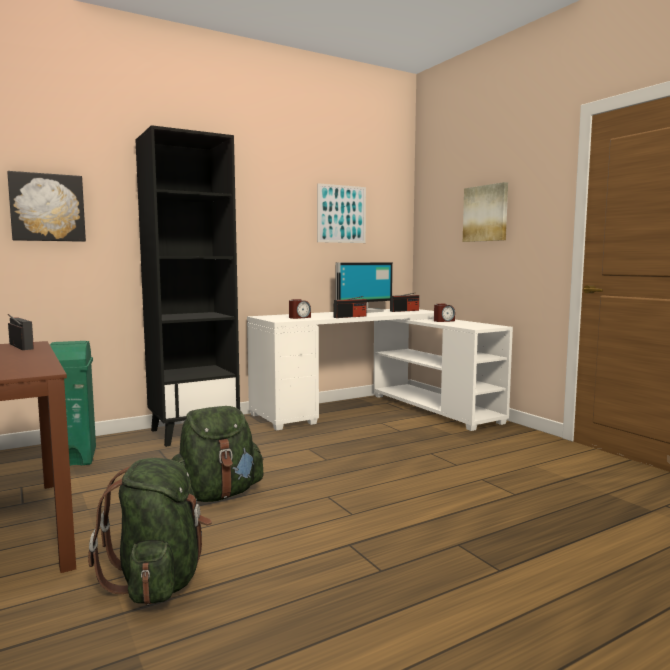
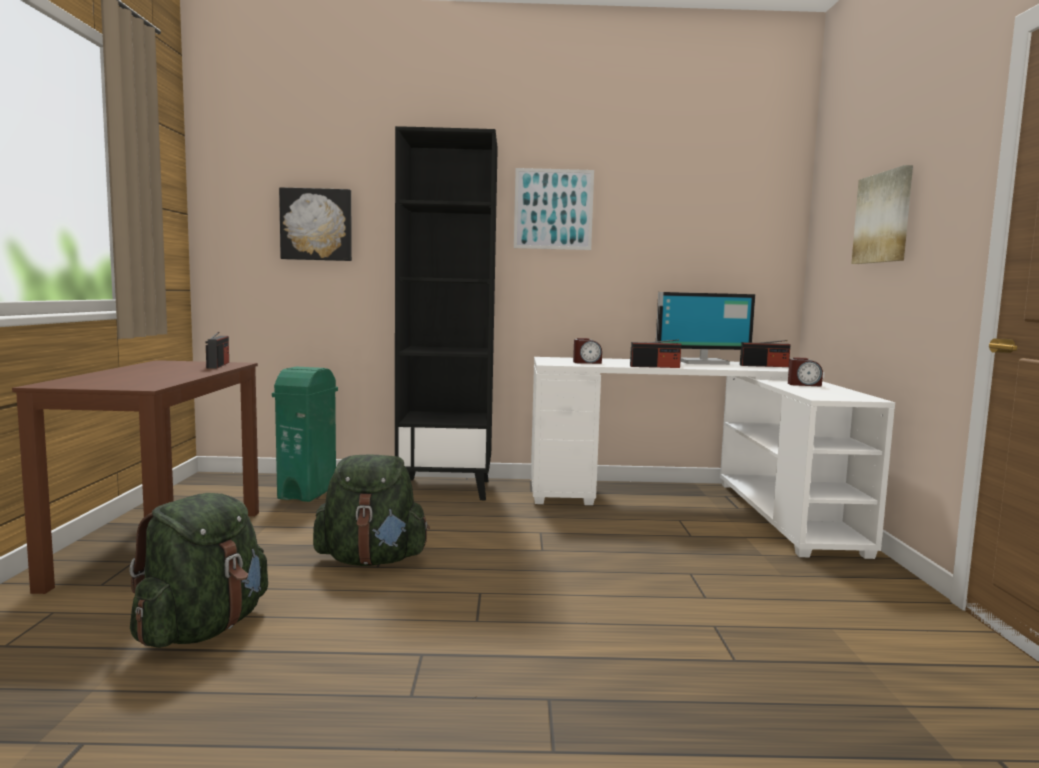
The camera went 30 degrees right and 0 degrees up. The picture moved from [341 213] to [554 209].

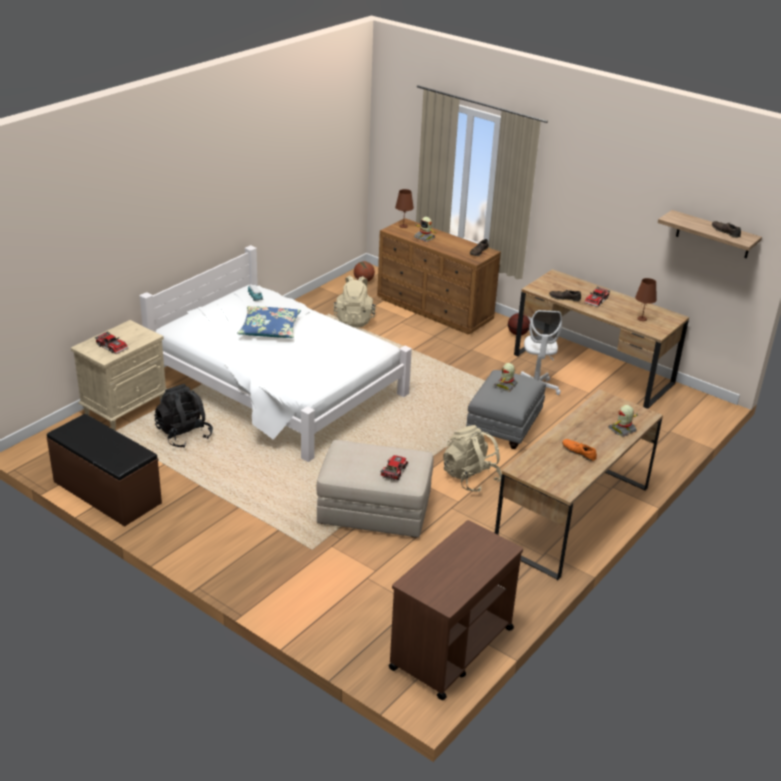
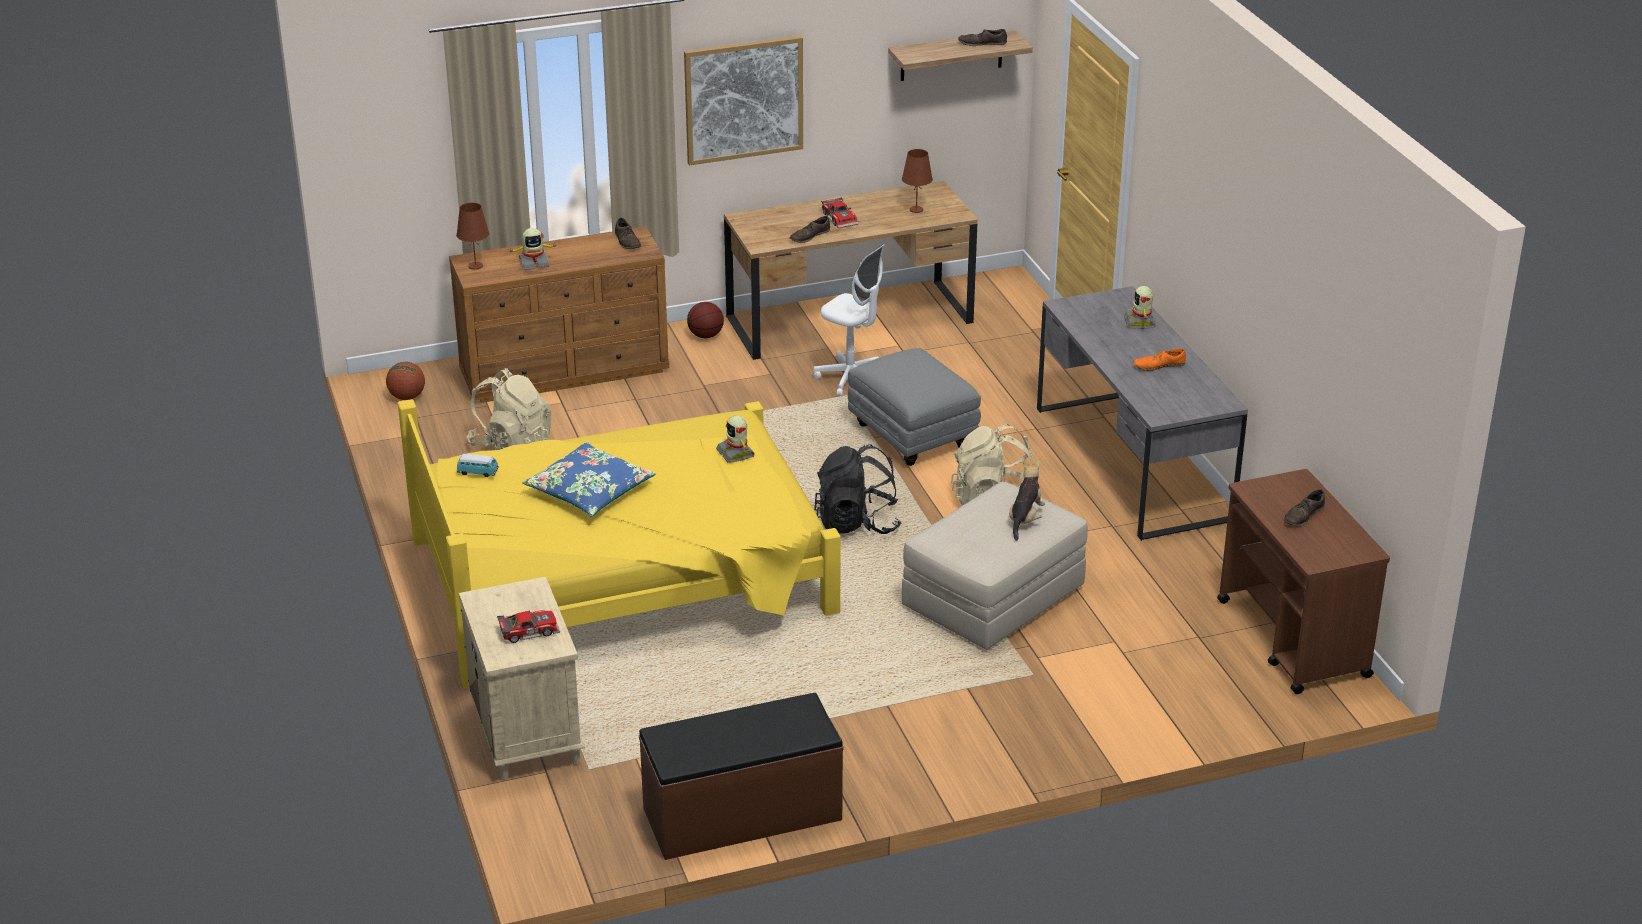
The camera went 55 degrees left and 0 degrees up. The white bed at [276 353] became the yellow bed at [619 543]. The black backpack moved from [183 415] to [857 489]. The toy car at [394 467] was replaced by the plush toy at [1027 500]. The toy robot moved from [505 377] to [735 439]. The brown desk at [579 484] became the grey desk at [1142 413]. The picture at [743 100] appeared. The brown shoe at [1304 508] appeared.

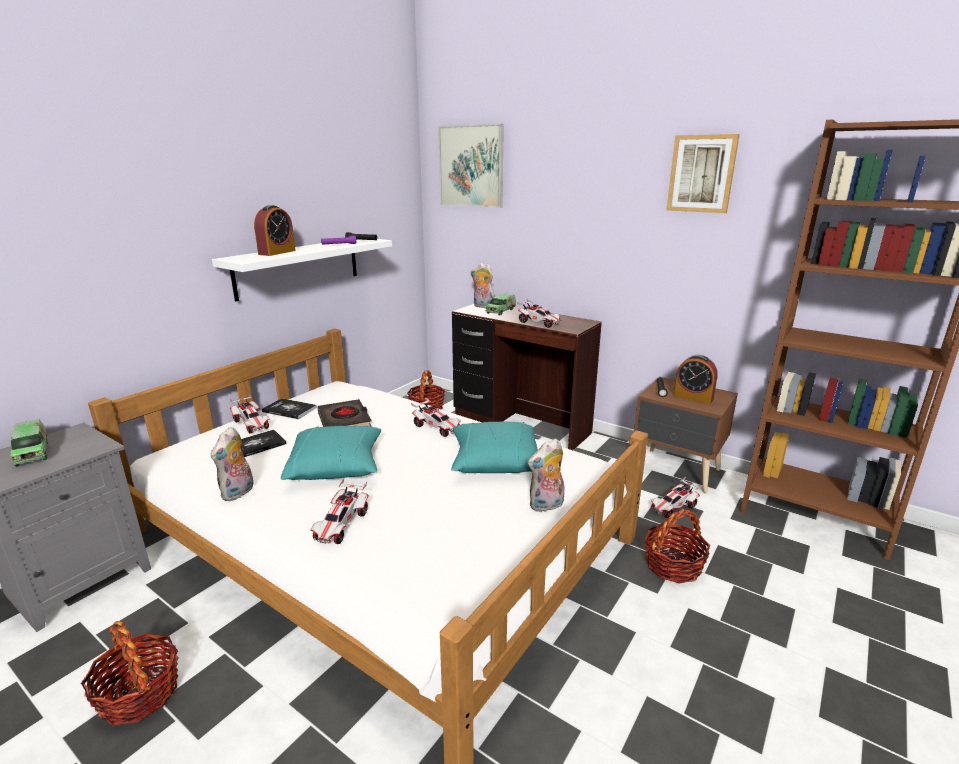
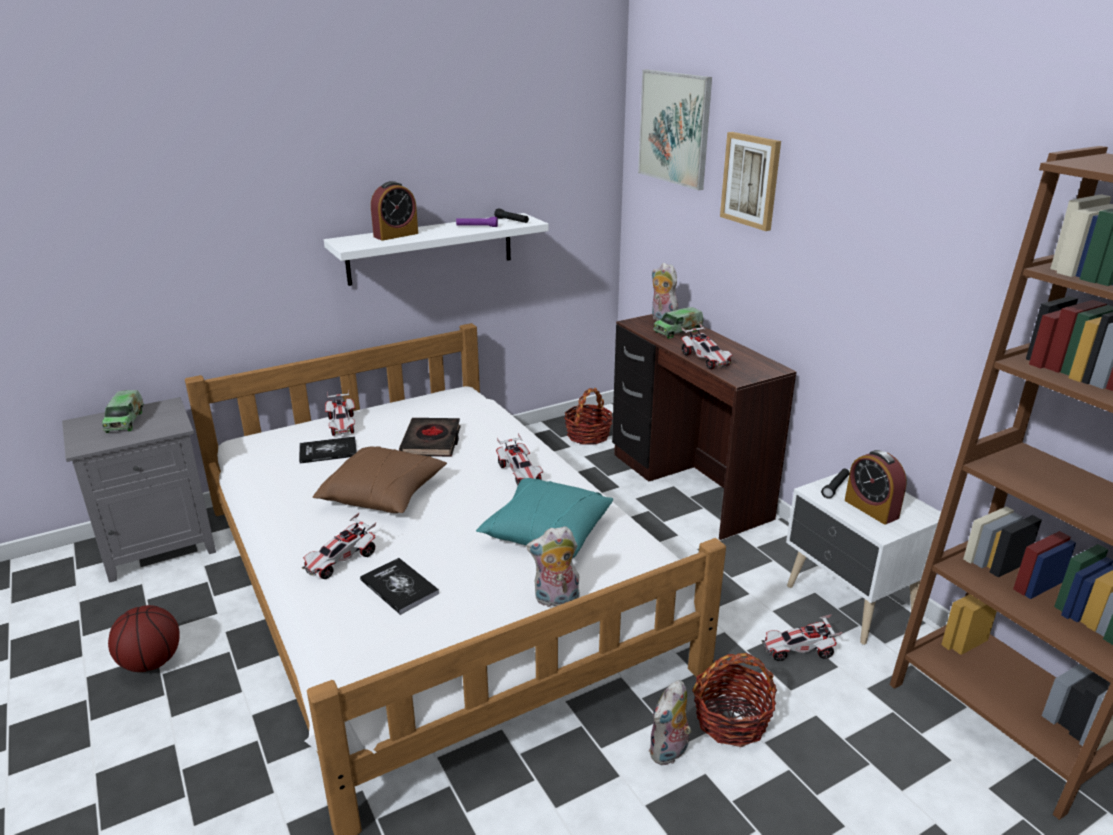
The camera went 25 degrees right and 5 degrees up. The basket at [130 673] was replaced by the basketball at [144 638]. The plush toy moved from [232 464] to [670 722]. The book moved from [289 408] to [399 586]. The turquoise pillow at [331 452] became the brown pillow at [380 479]. The brown nightstand at [686 435] became the white nightstand at [863 557]. The picture moved from [703 173] to [750 181].

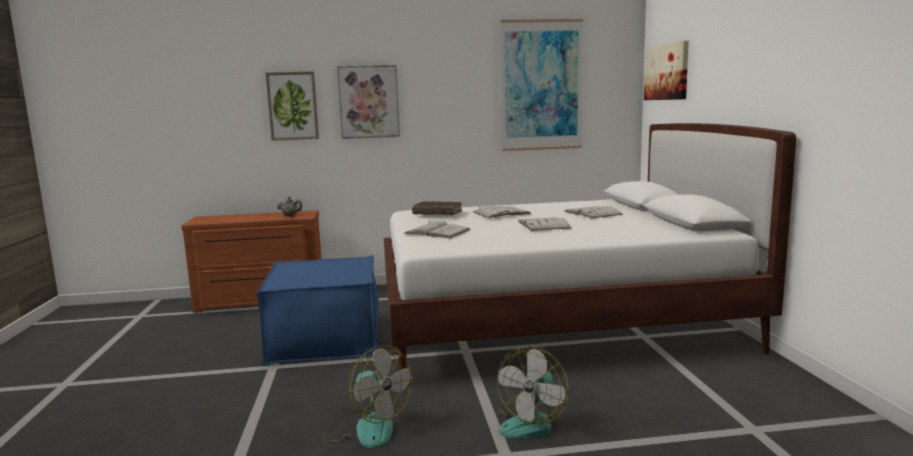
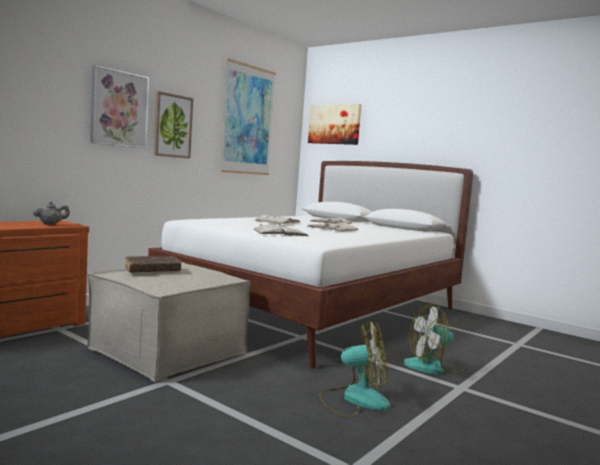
The camera went 45 degrees left and 5 degrees down. The blue ottoman at [317 310] became the beige ottoman at [168 322]. The picture moved from [292 106] to [173 125]. The brown book moved from [437 208] to [153 264]. The fan at [533 392] turned 90 degrees clockwise.

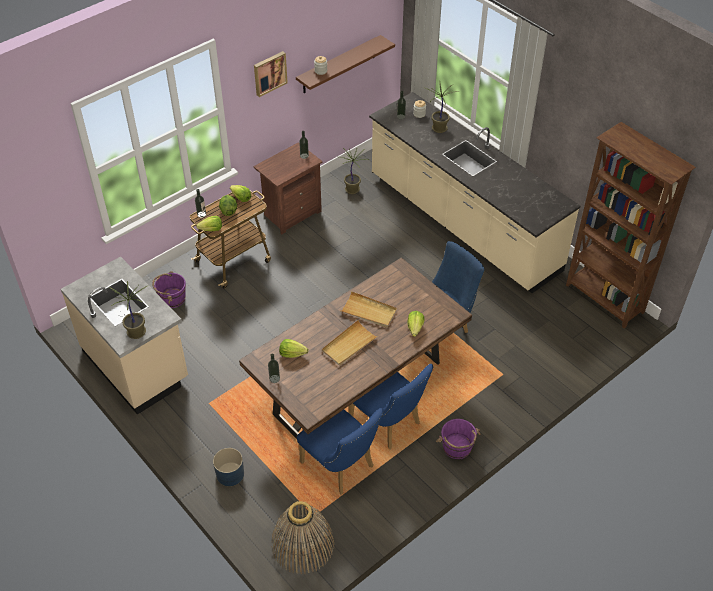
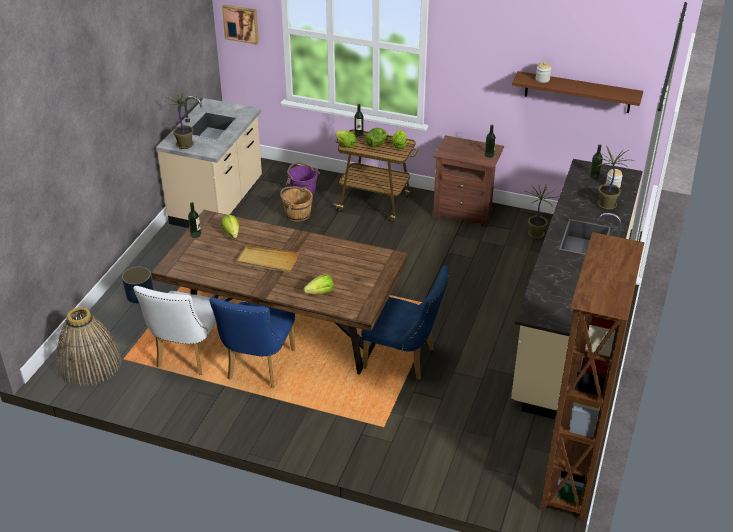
The camera went 60 degrees right and 10 degrees down. The picture moved from [271 74] to [240 25]. The blue chair at [340 451] became the white chair at [174 330]. The beige tray at [369 309] disappeared. The purple bucket at [458 439] disappeared. The brown bucket at [296 204] appeared.

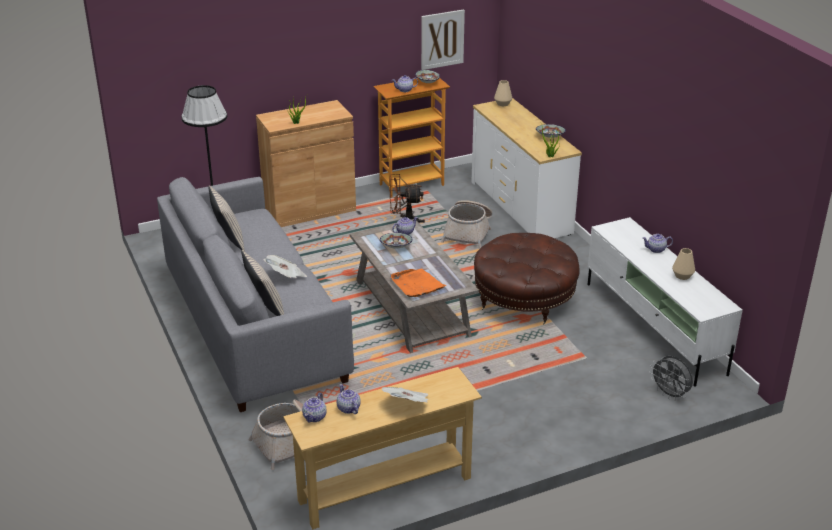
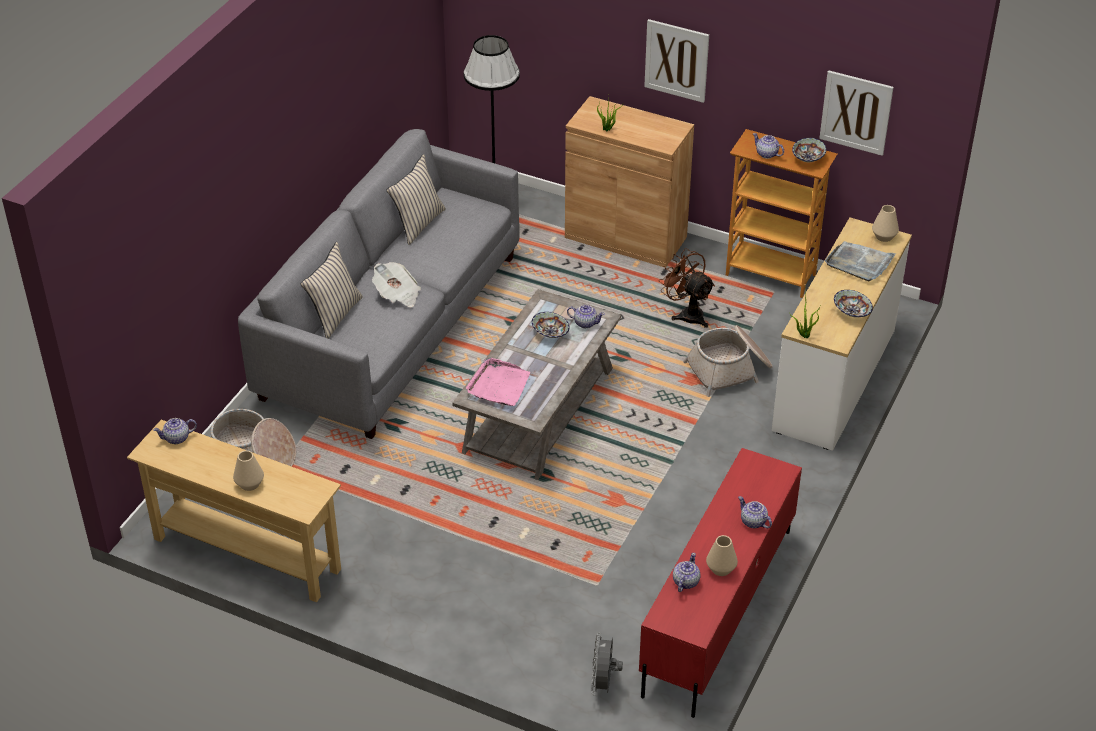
The camera went 50 degrees right and 10 degrees up. The teapot moved from [349 399] to [686 572]. The newspaper at [405 395] was replaced by the beige vase at [248 471]. The orange tray at [418 282] became the pink tray at [498 382]. The brown ottoman at [527 278] disappeared. The white tv stand at [665 302] became the red tv stand at [720 583]. The picture at [676 61] appeared. The grey tray at [860 261] appeared.

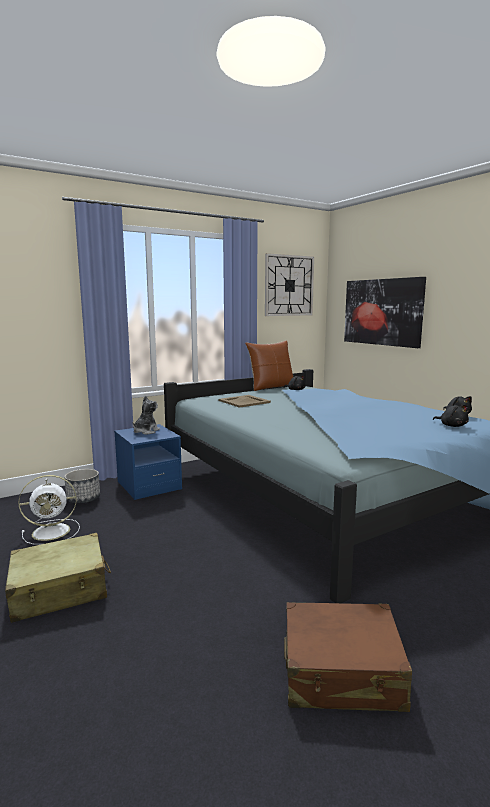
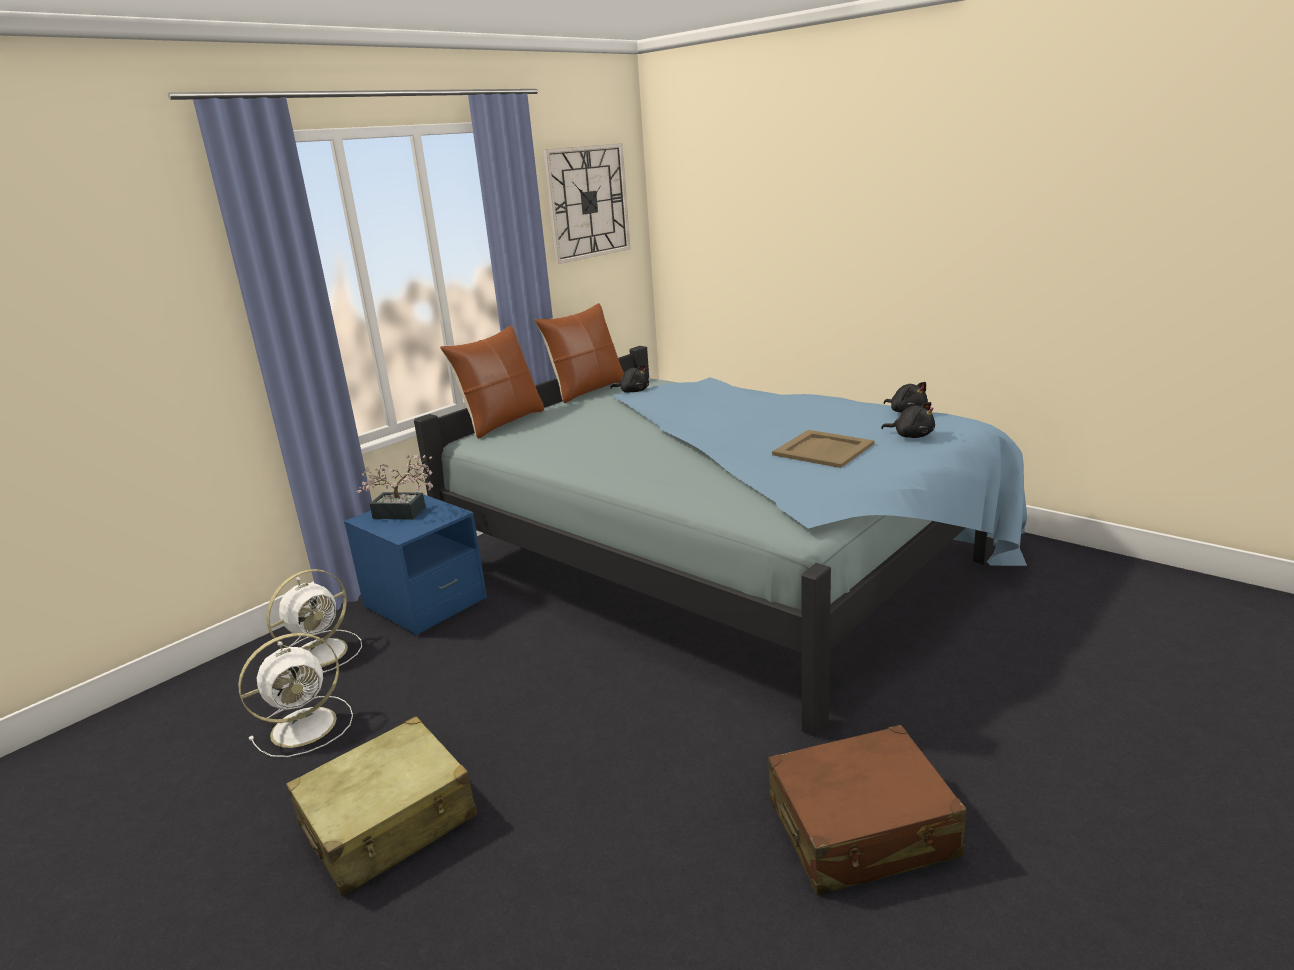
The camera went 15 degrees left and 10 degrees up. The planter at [82 486] was replaced by the white fan at [314 621]. The plush toy at [146 415] was replaced by the potted plant at [395 487]. The beige tray moved from [244 401] to [823 449]. The picture at [385 312] disappeared. The brown pillow at [492 382] appeared.

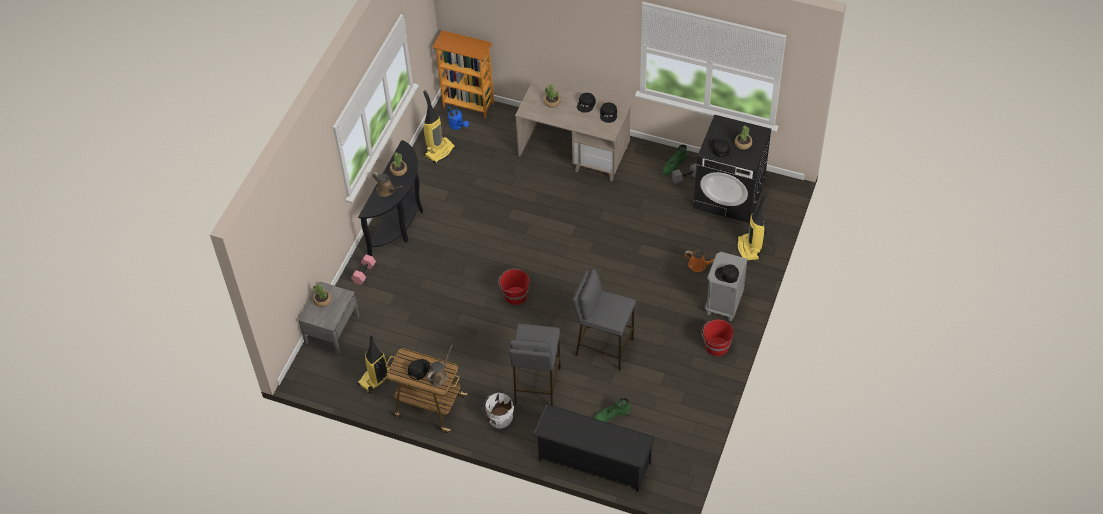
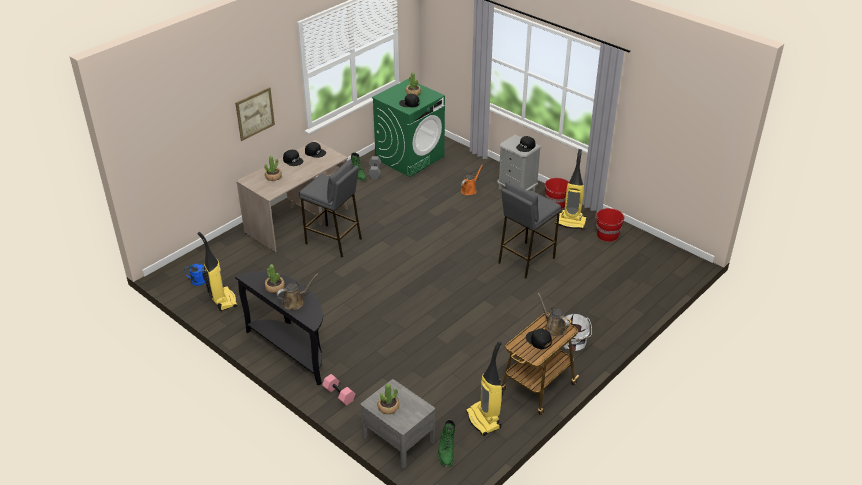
The camera went 70 degrees left and 15 degrees down. The bookcase at [463 74] disappeared. The red bucket moved from [513 286] to [609 225]. The grey stool moved from [535 365] to [330 208]. The black shoe rack at [594 448] disappeared. The green boot moved from [612 410] to [446 443]. The black washing machine at [733 168] became the green washing machine at [408 128]. The vacuum cleaner moved from [753 226] to [571 189]. The picture at [255 114] appeared.

